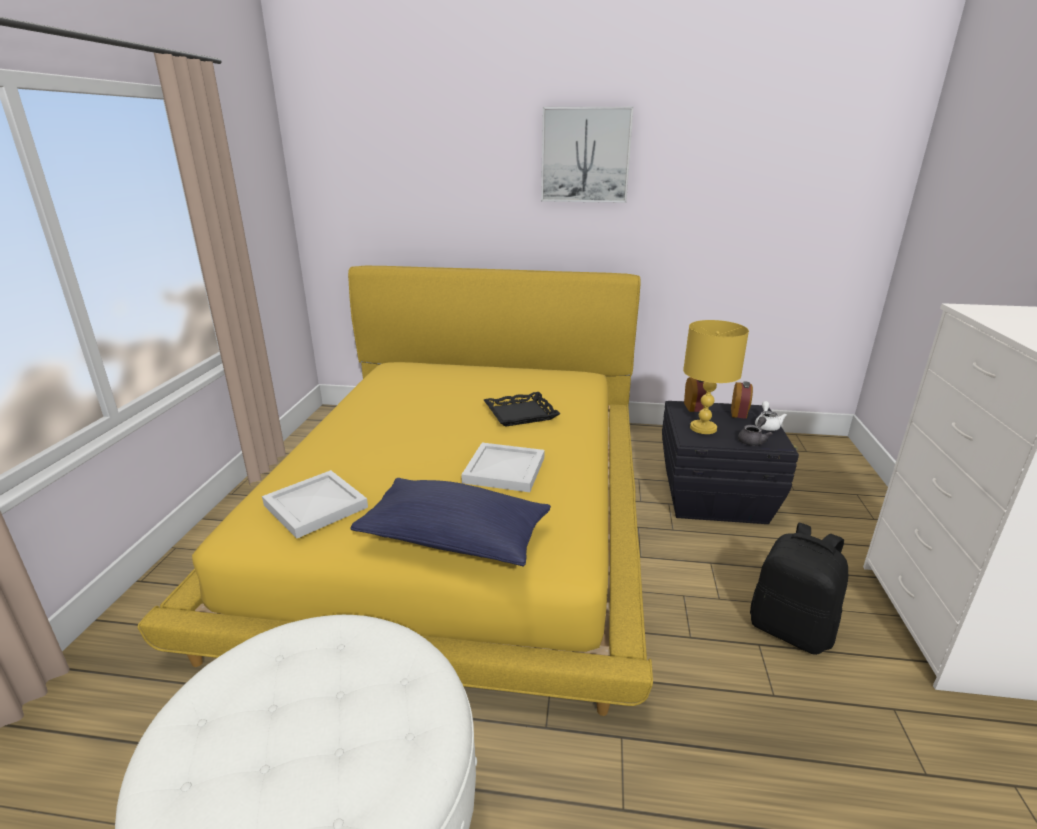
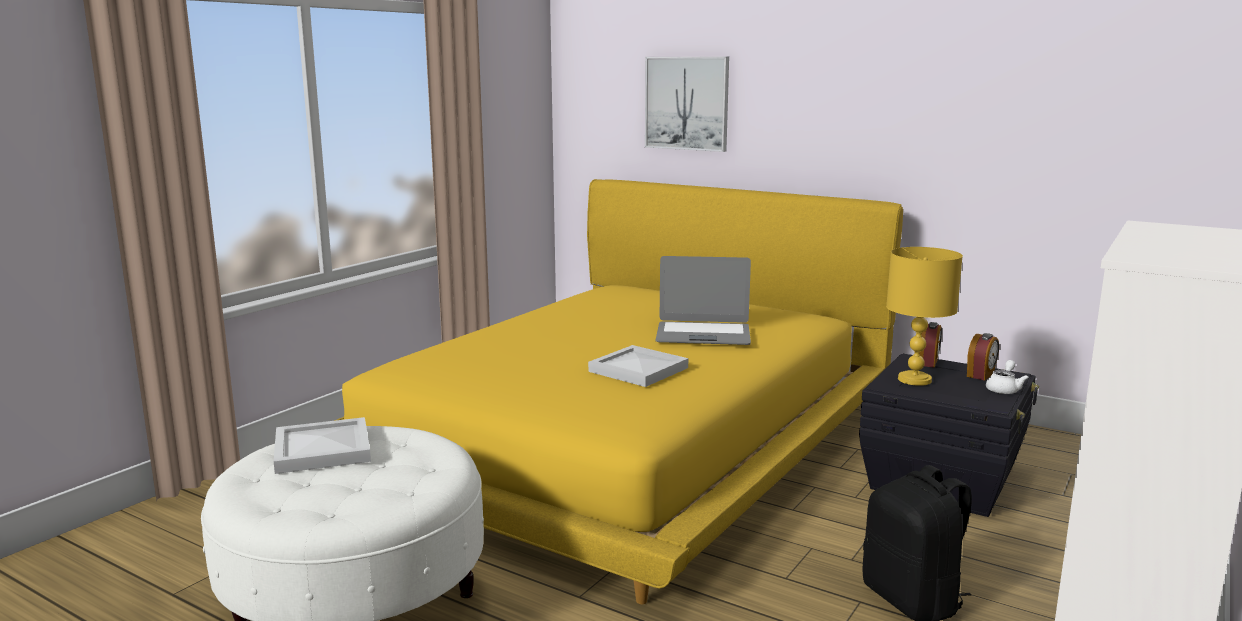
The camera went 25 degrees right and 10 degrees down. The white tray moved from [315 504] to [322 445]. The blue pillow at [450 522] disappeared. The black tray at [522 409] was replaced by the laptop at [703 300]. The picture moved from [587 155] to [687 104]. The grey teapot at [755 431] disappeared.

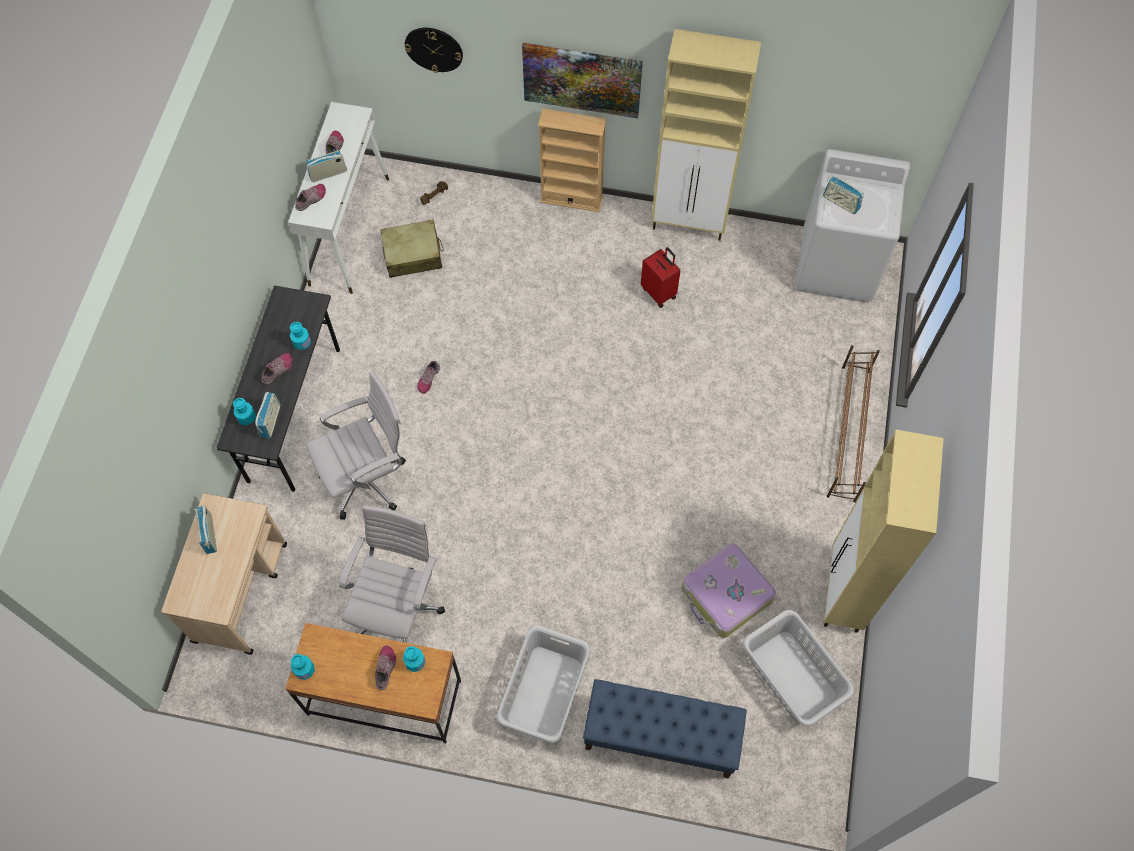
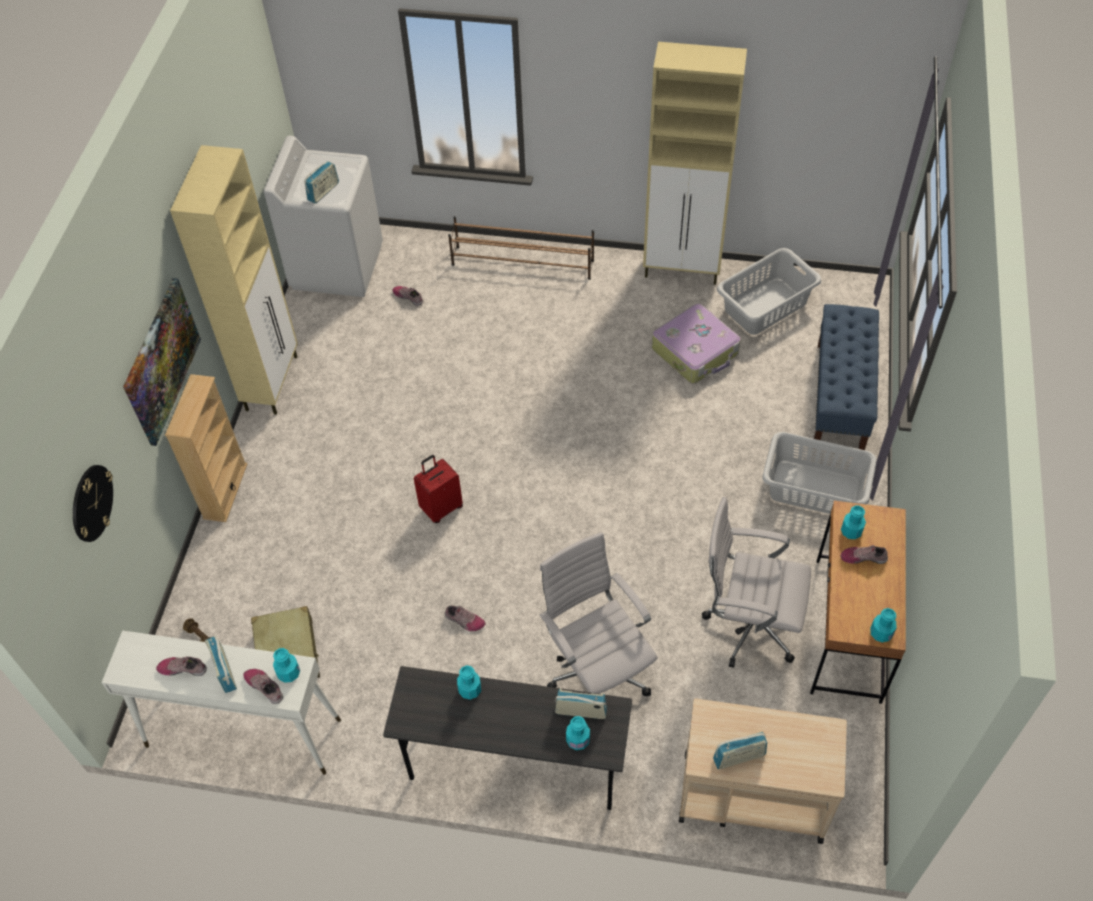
The camera went 90 degrees left and 10 degrees down. The shoe moved from [276 368] to [407 296]. The red suitcase moved from [660 277] to [438 489]. The turquoise bottle at [286 665] appeared.

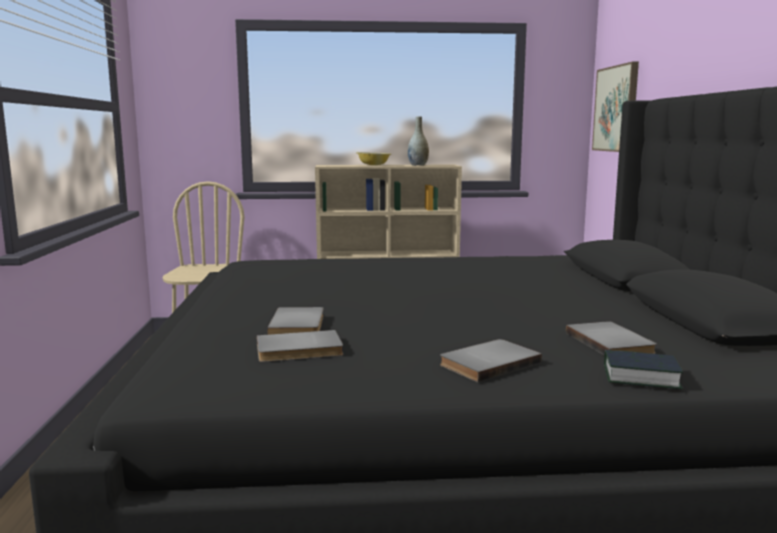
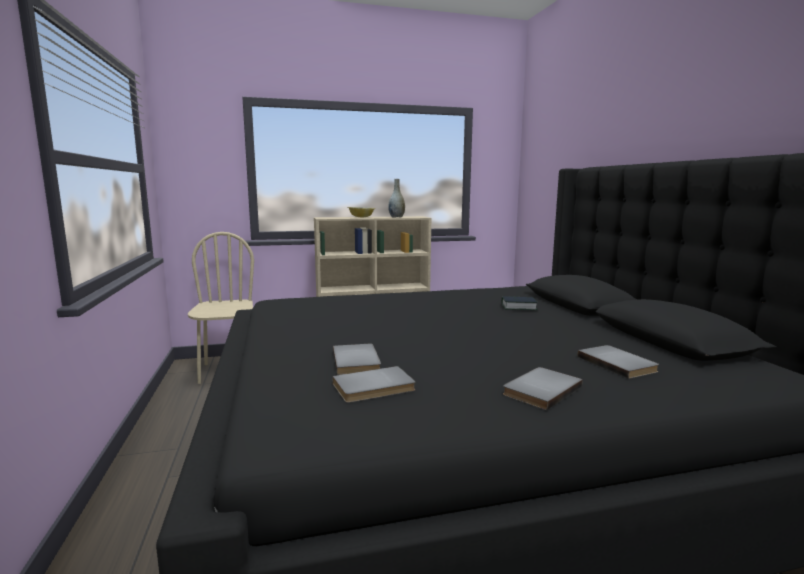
The camera went 10 degrees left and 0 degrees up. The picture at [615 107] disappeared. The book moved from [643 369] to [519 303].

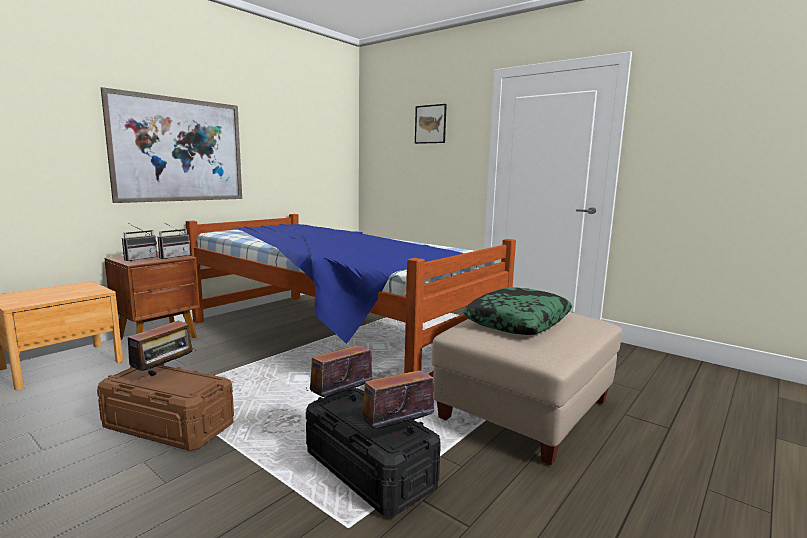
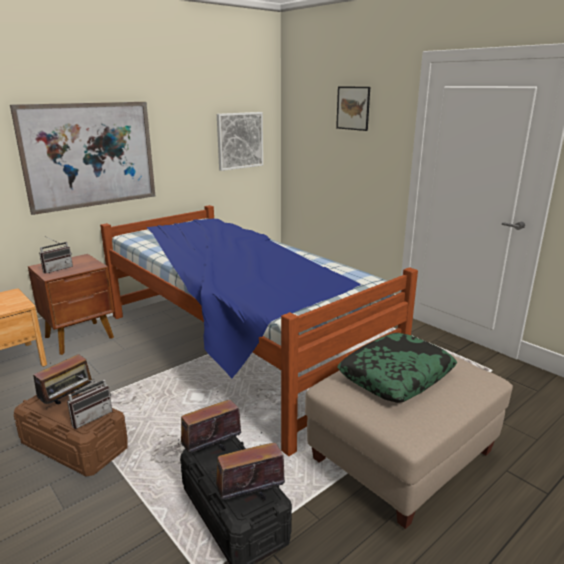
The camera went 10 degrees right and 10 degrees up. The radio moved from [174 240] to [89 401]. The picture at [240 141] appeared.

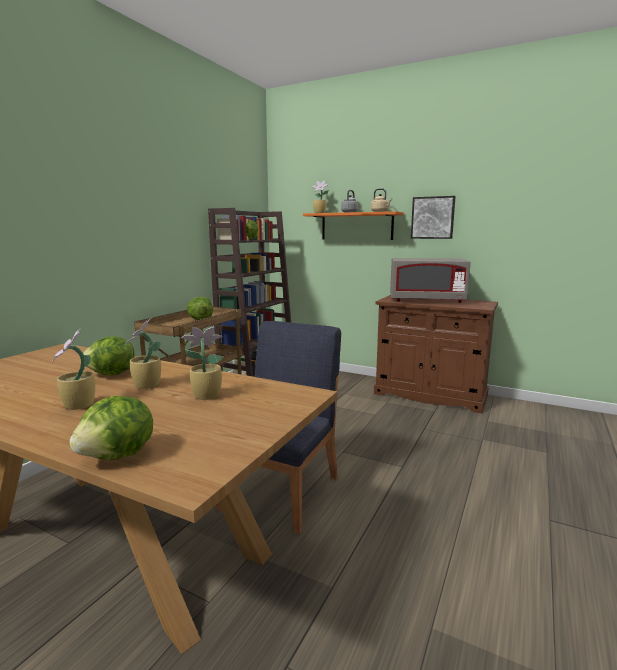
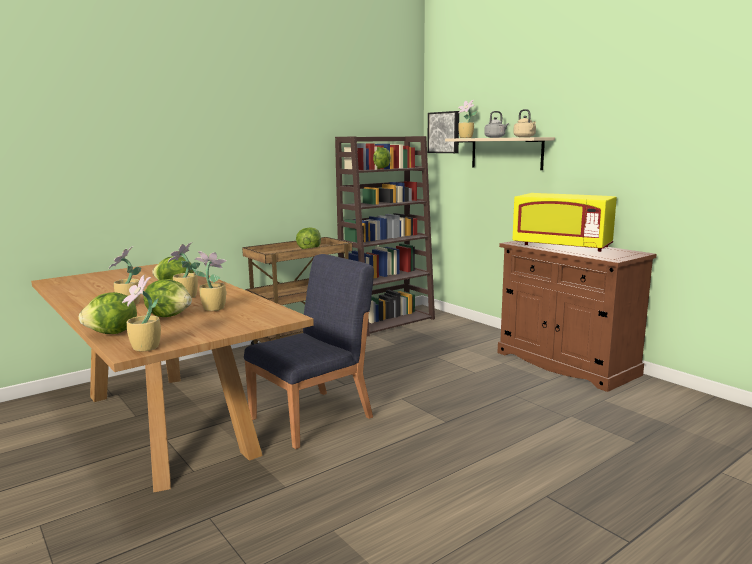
The camera went 25 degrees right and 0 degrees up. The orange shelf at [353 225] became the beige shelf at [500 153]. The grey microwave at [430 280] became the yellow microwave at [564 222]. The picture moved from [433 217] to [443 132]. The potted plant at [141 313] appeared. The lettuce at [167 298] appeared.

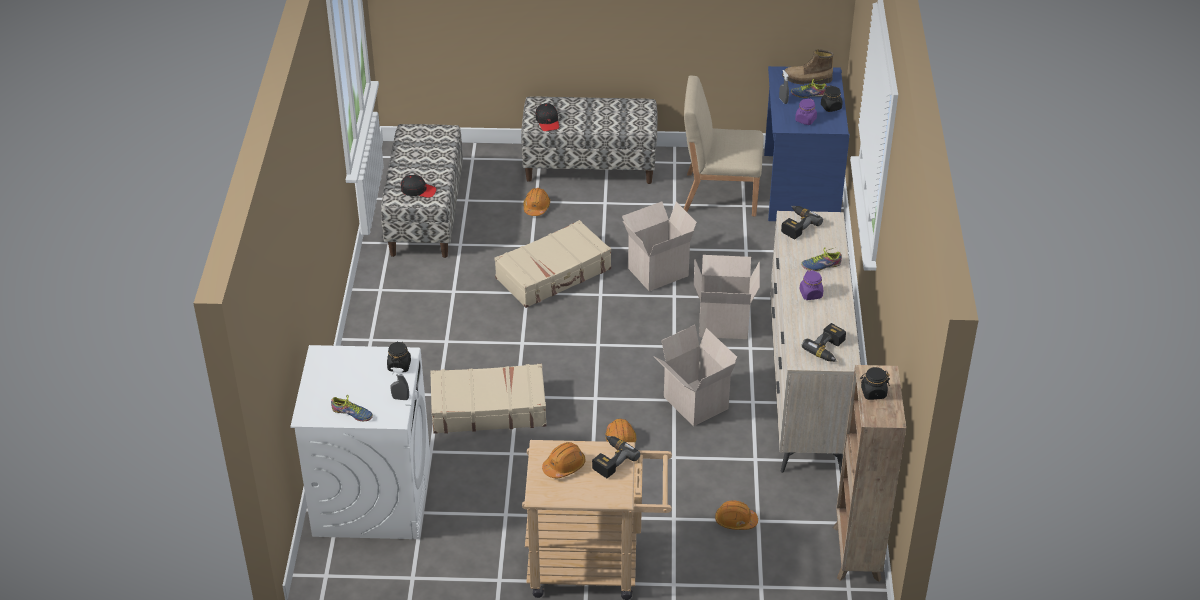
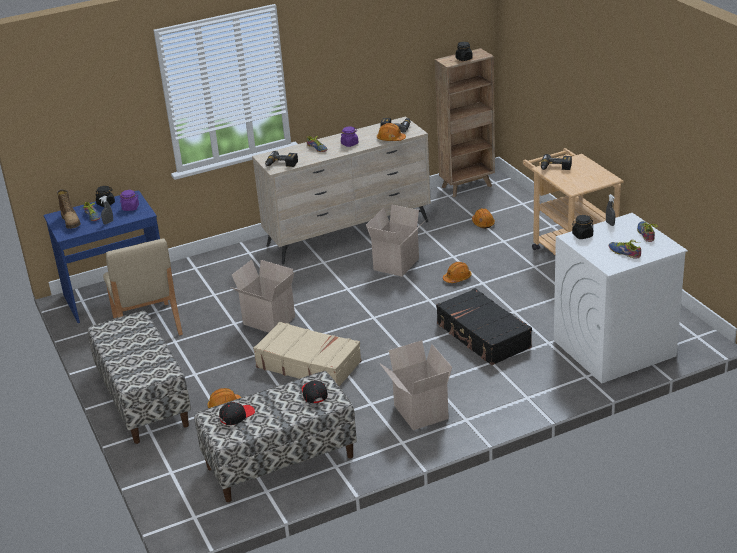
The camera went 115 degrees left and 10 degrees down. The beige suitcase at [488 399] became the black suitcase at [484 326]. The black cap moved from [547 117] to [237 413]. The orange hard hat moved from [564 460] to [391 132]. The cardboard box moved from [727 297] to [415 385]. The shoe at [625 249] appeared.

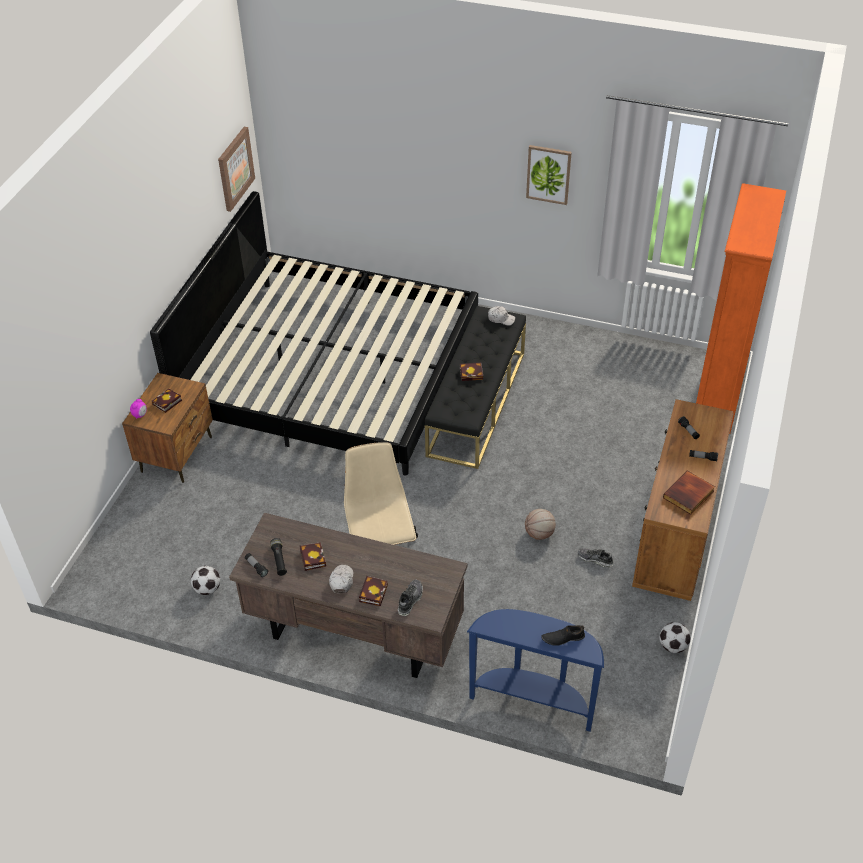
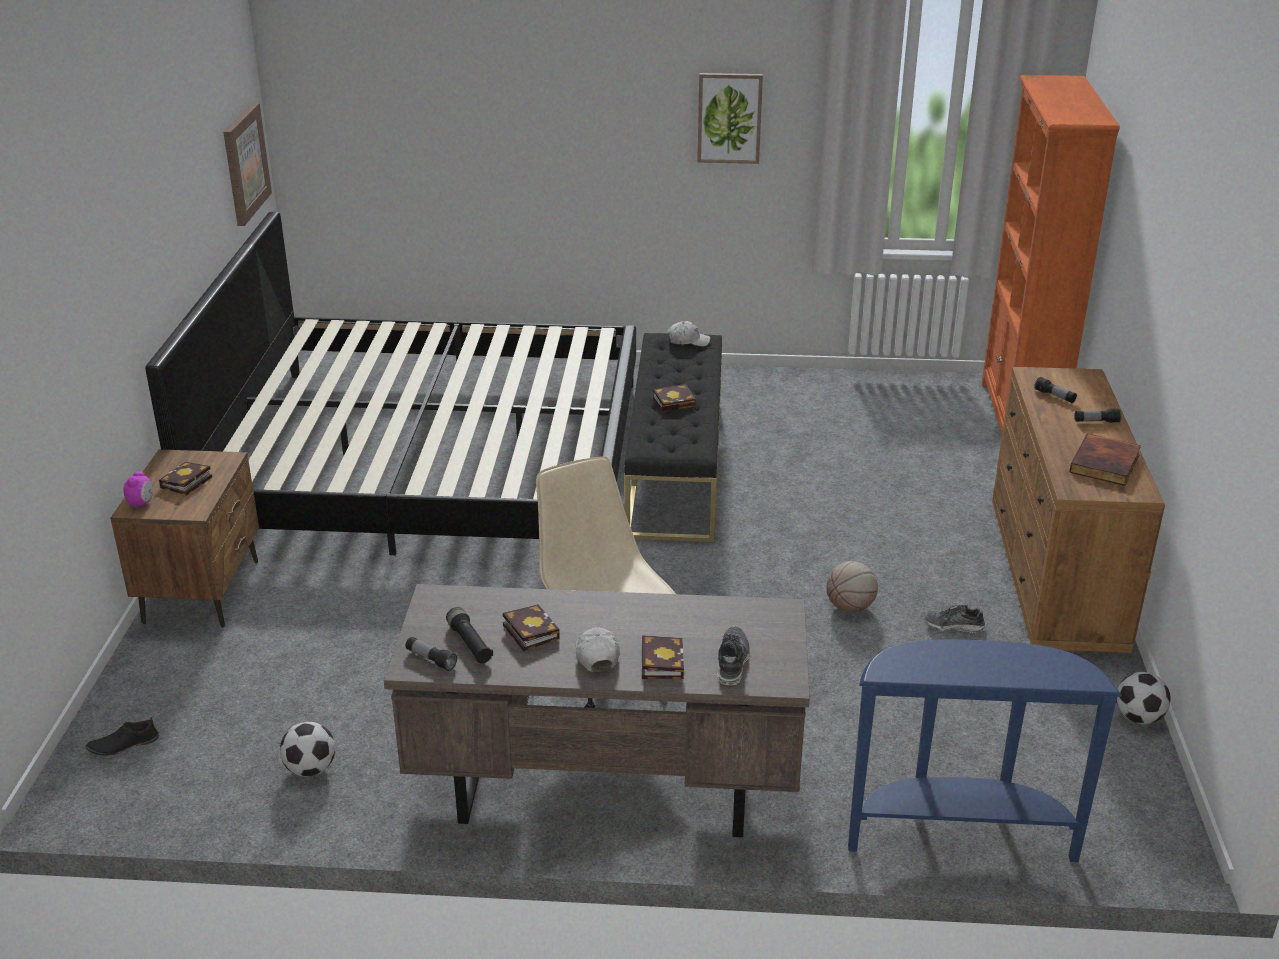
The camera went 15 degrees left and 15 degrees down. The black shoe moved from [563 635] to [122 737].

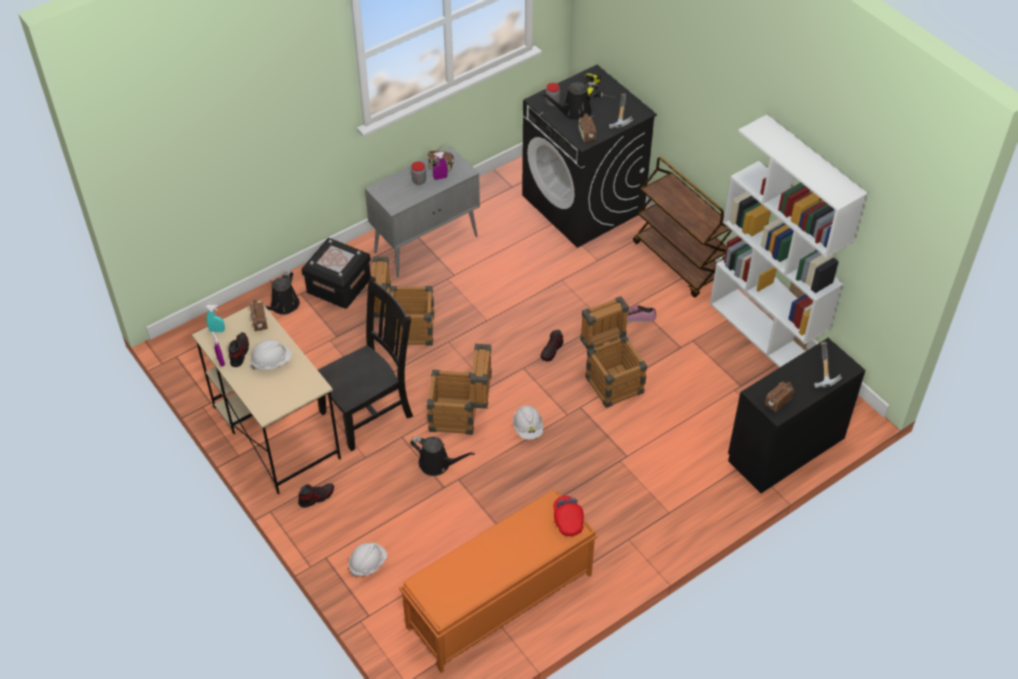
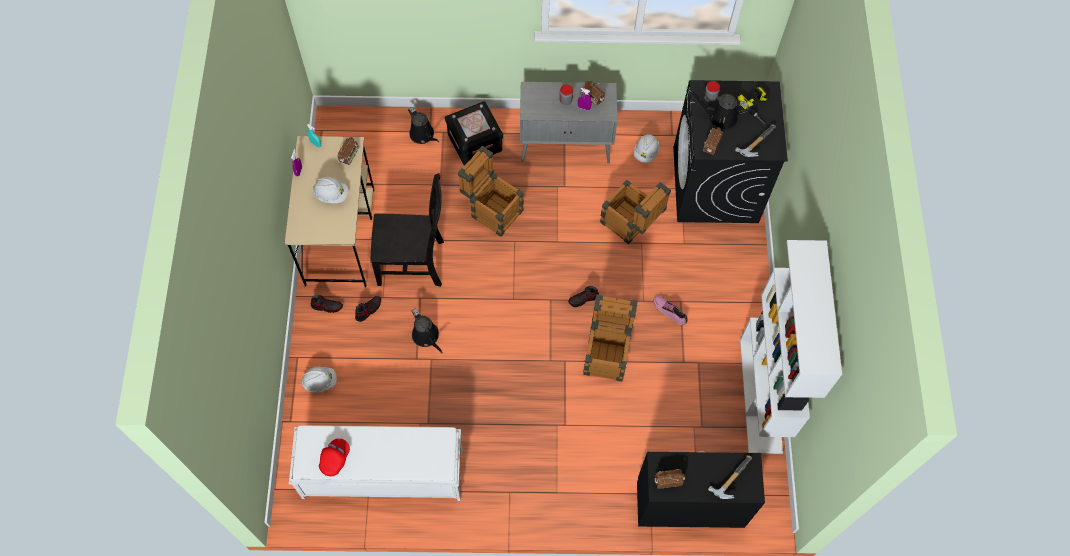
The camera went 35 degrees right and 15 degrees up. The shoe moved from [238 349] to [368 309]. The black watering can at [282 293] turned 90 degrees counterclockwise. The orange bench at [498 581] became the white bench at [375 463]. The crate moved from [459 389] to [635 212]. The white hard hat moved from [528 422] to [646 148]. The red cap moved from [568 516] to [334 457]. The brown cart at [682 227] disappeared.

